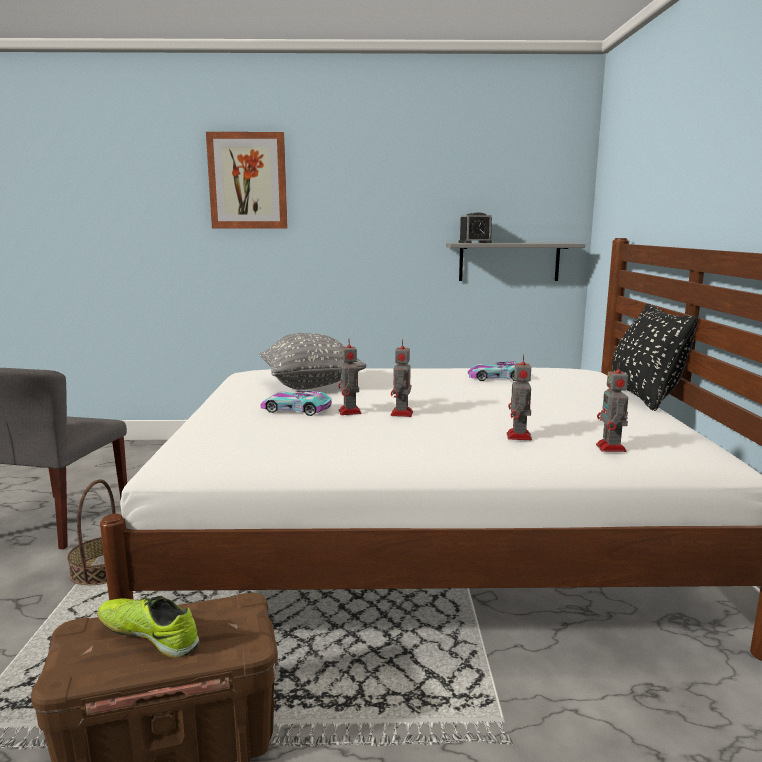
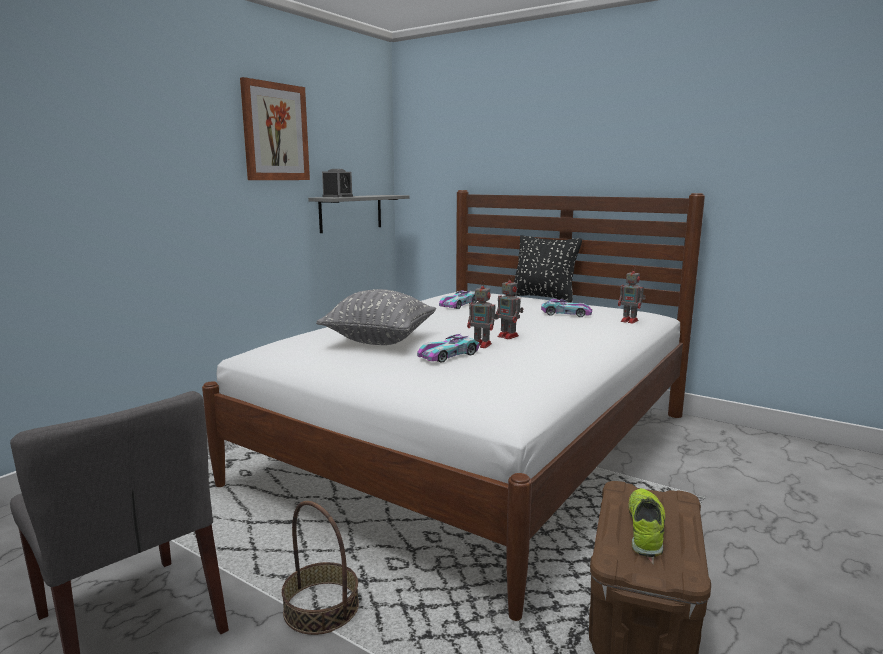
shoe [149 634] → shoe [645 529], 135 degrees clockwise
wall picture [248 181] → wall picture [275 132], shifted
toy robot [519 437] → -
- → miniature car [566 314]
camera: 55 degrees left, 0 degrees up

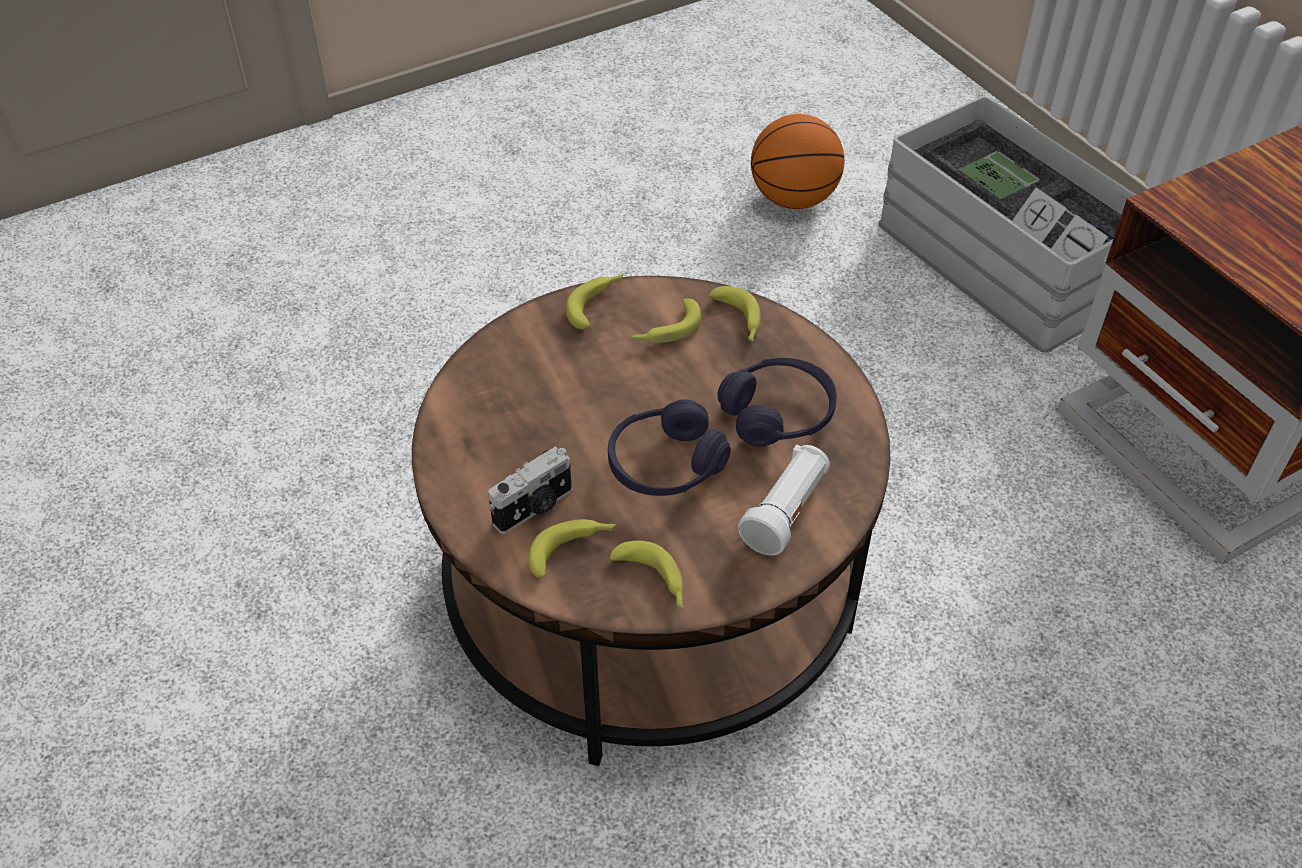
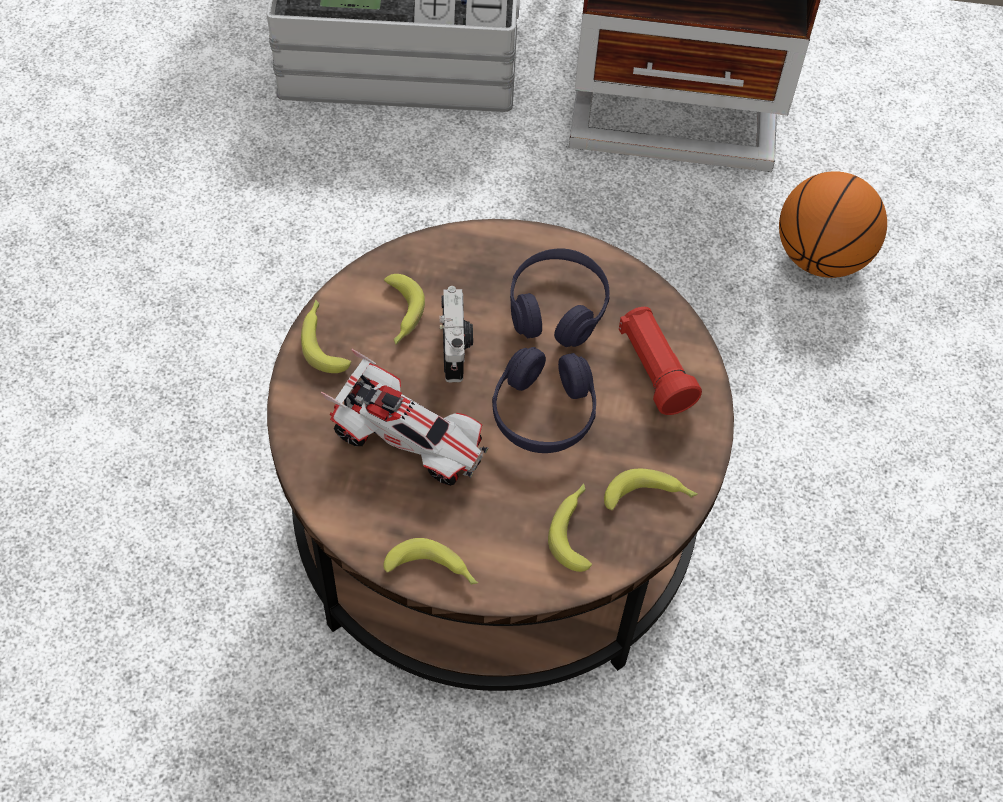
photo camera [535 508] → photo camera [456 347], shifted
whole banana [738 321] → whole banana [433 571], shifted
flashlight in whitish [786 512] → flashlight in red [654 370]
basketball [793 199] → basketball [821 257], shifted
- → miniature car [408 439]
camera: 55 degrees left, 10 degrees up

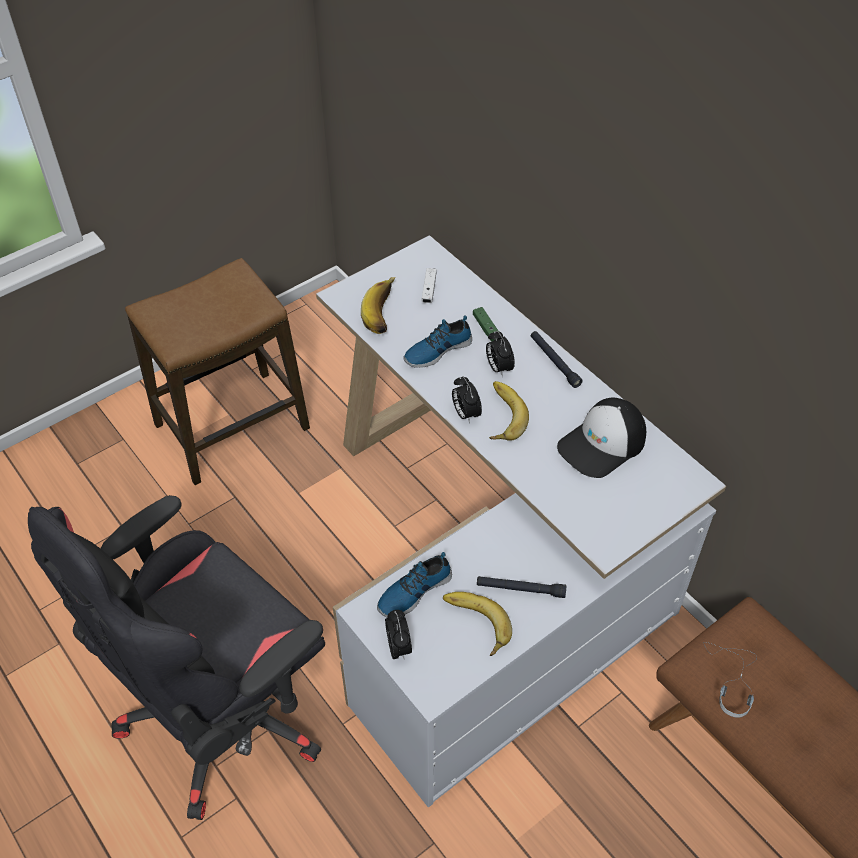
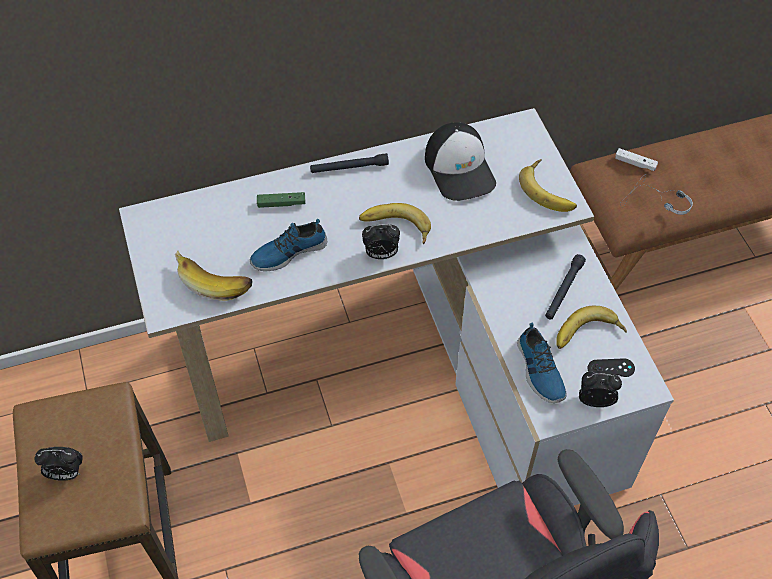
shoe [437 350] → shoe [288 251], 75 degrees clockwise
joypad in whitish [429 290] → joypad in whitish [635 163], shifted
table clock [498 368] → table clock [65 473], shifted
- → whole banana [549 190]
- → joypad in black [611 368]
camera: 70 degrees left, 5 degrees up

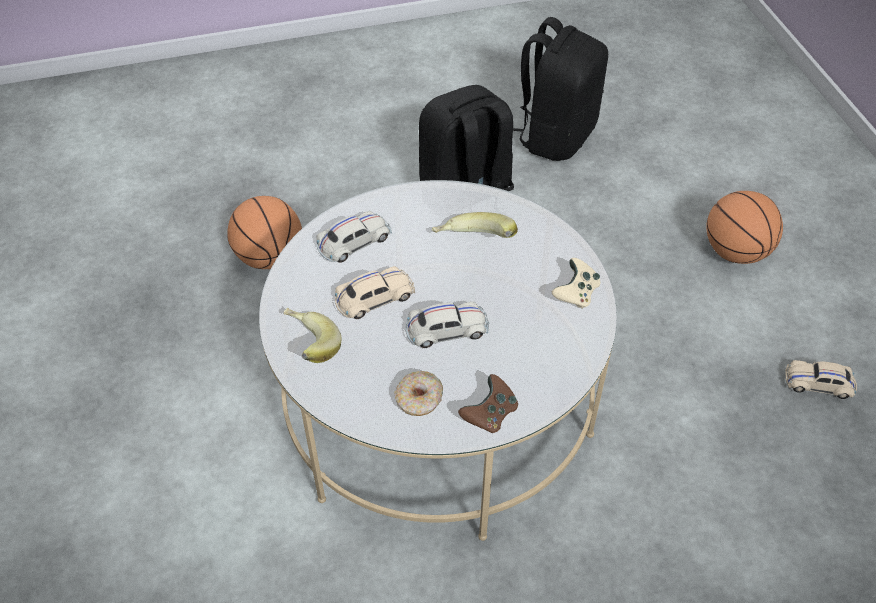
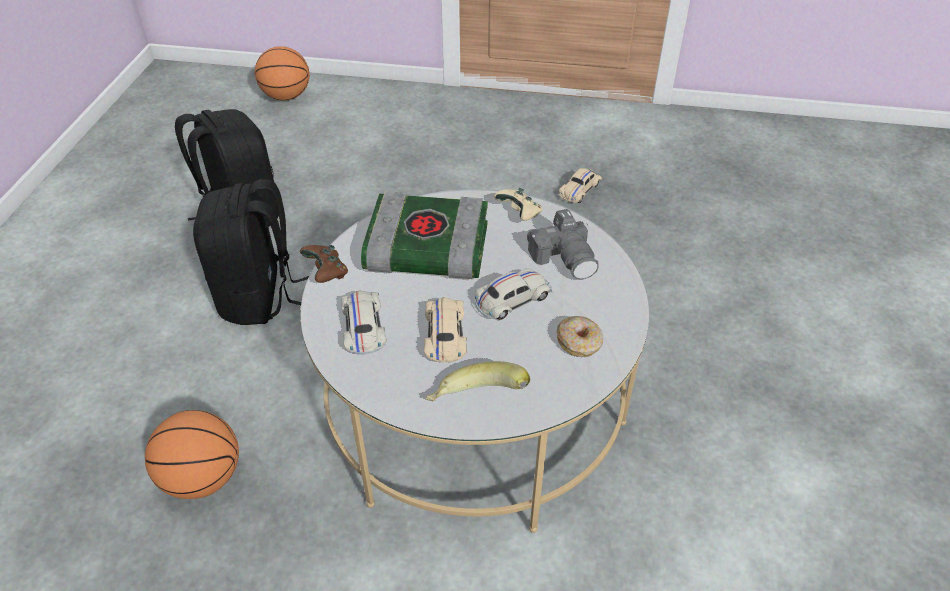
miniature car in whitish [447 330] → miniature car in whitish [512 300], 45 degrees clockwise
whole banana [473 244] → book [425 251]
joypad in brown [490 415] → joypad in brown [326 273], shifted
basketball [735 252] → basketball [286 97], shifted
- → photo camera [565 258]
camera: 65 degrees left, 5 degrees down

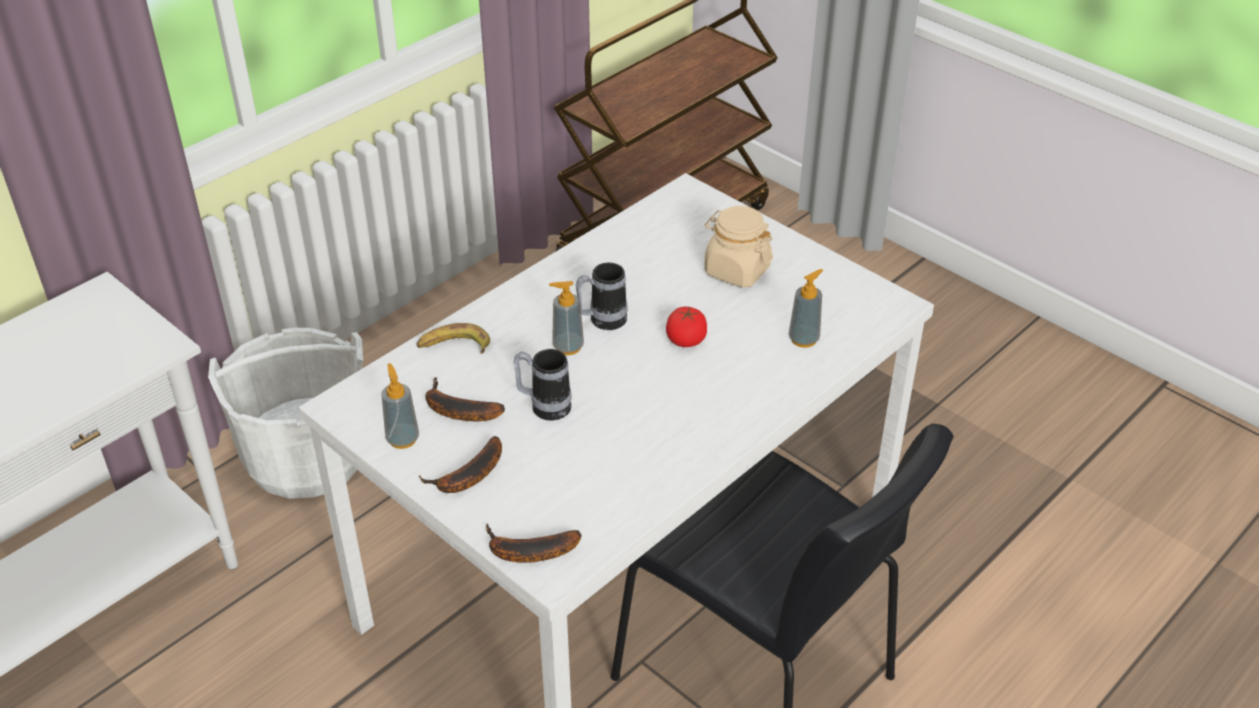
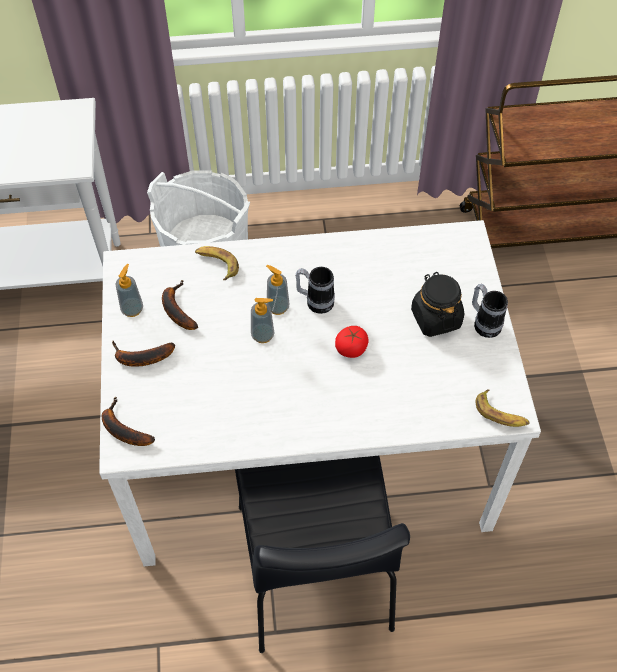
tea mug [544 406] → tea mug [484 323], shifted
preserve jar in sand-coloured [736 270] → preserve jar in black [435 318]
liquid soap bottle [803 339] → liquid soap bottle [263 335], shifted
- → whole banana [501 414]
camera: 40 degrees right, 15 degrees up

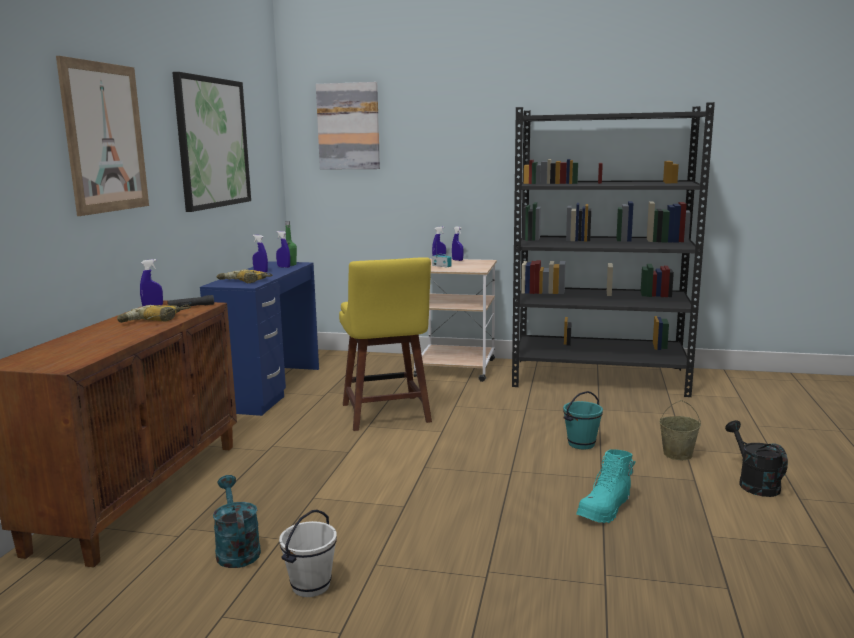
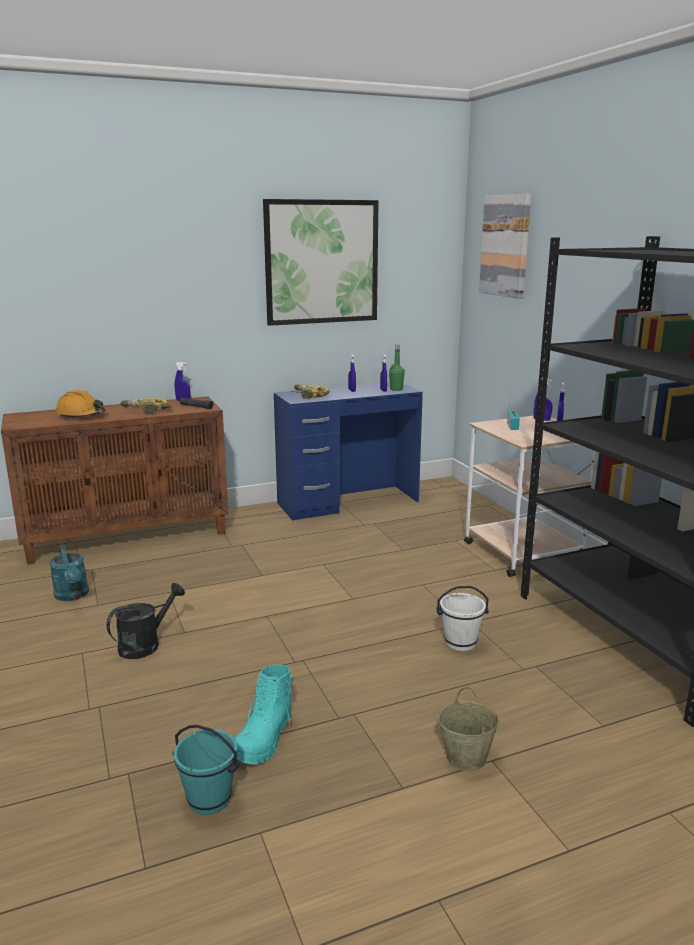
wall picture [105 138] → -
watering can in turquoise-coloured [236 550] → watering can in turquoise-coloured [72 596], 120 degrees clockwise
water bucket in whitish [311 586] → water bucket in whitish [460 643], shifted
stool seat in yellowish [386 414] → -
water bucket in turquoise-coloured [581 444] → water bucket in turquoise-coloured [210 799], shifted
boot in turquoise-coloured [605 509] → boot in turquoise-coloured [264 739], 75 degrees counterclockwise
watering can in black [754 483] → watering can in black [145 644], shifted
- → work helmet in orange-coloured [81 415]
camera: 55 degrees right, 5 degrees up

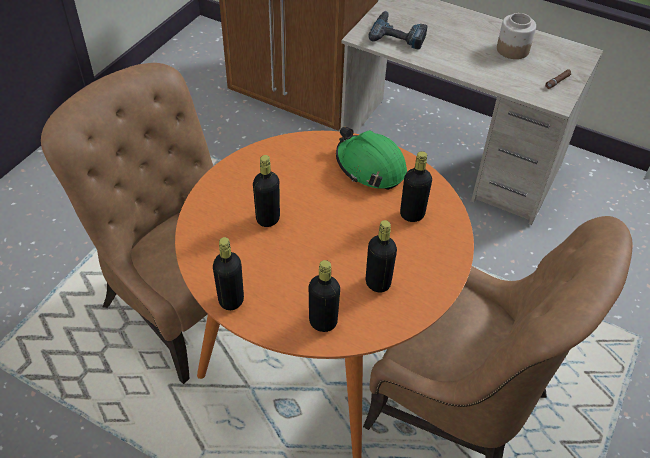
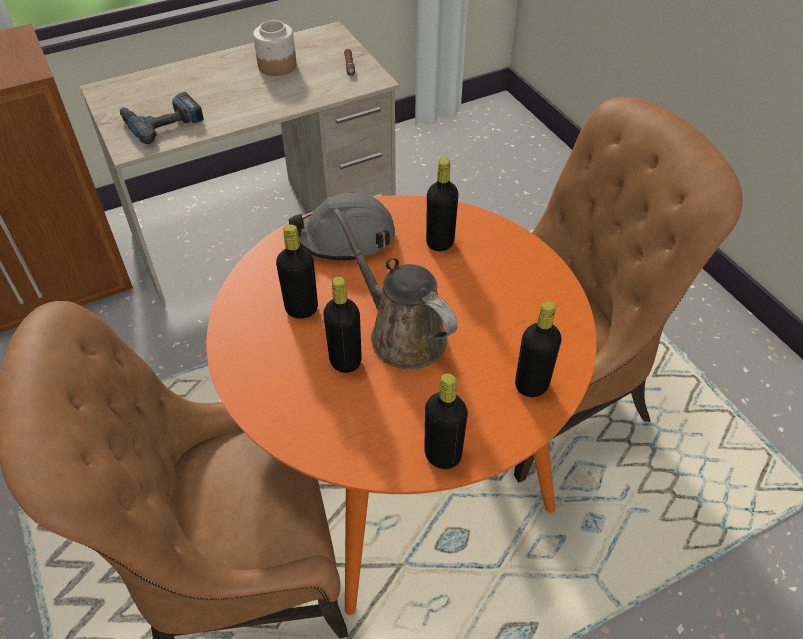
work helmet in green-coloured [370 167] → work helmet in gray [345 238]
bottle in black [378 283] → bottle in black [301 309], shifted
- → watering can in brown [402 333]
camera: 55 degrees left, 0 degrees up

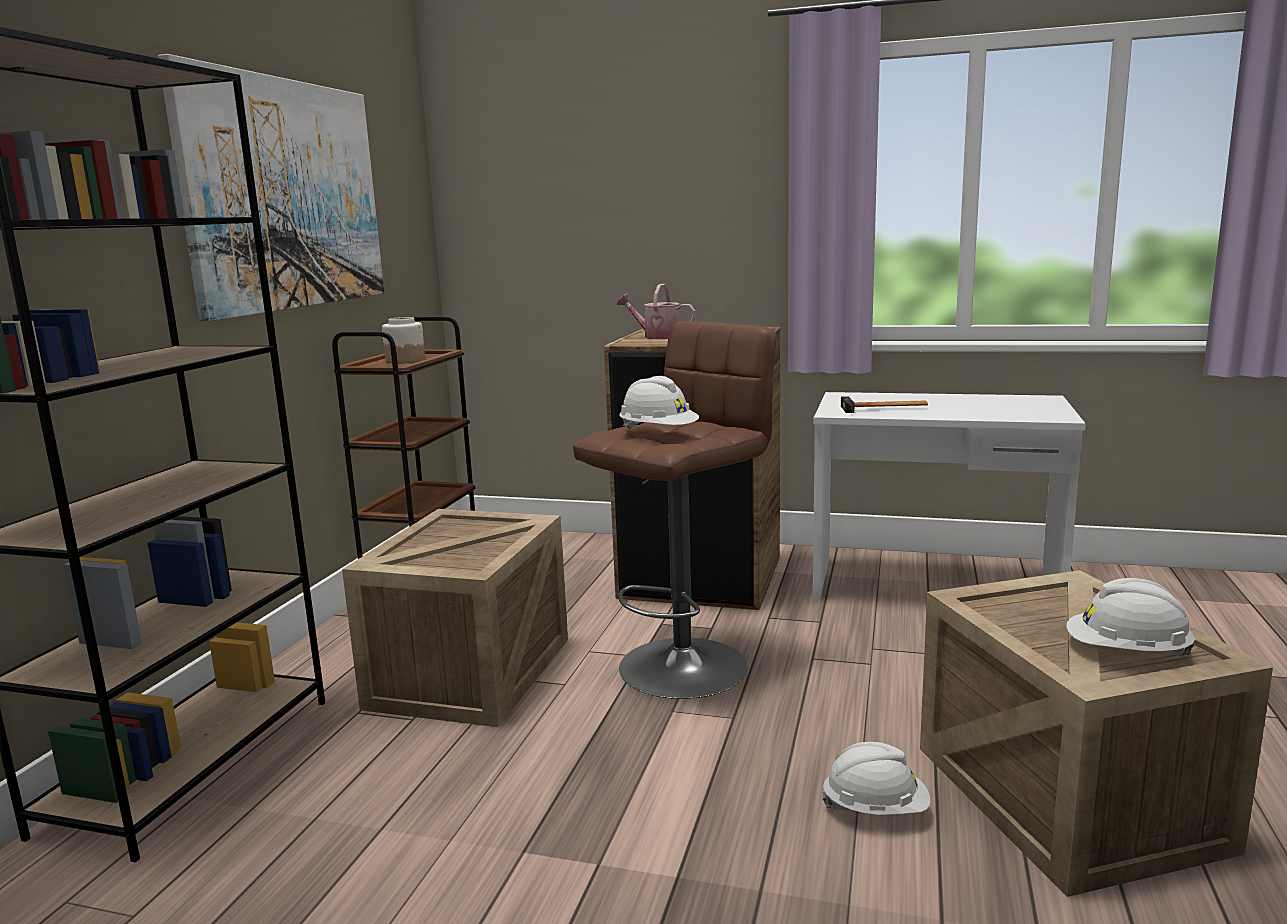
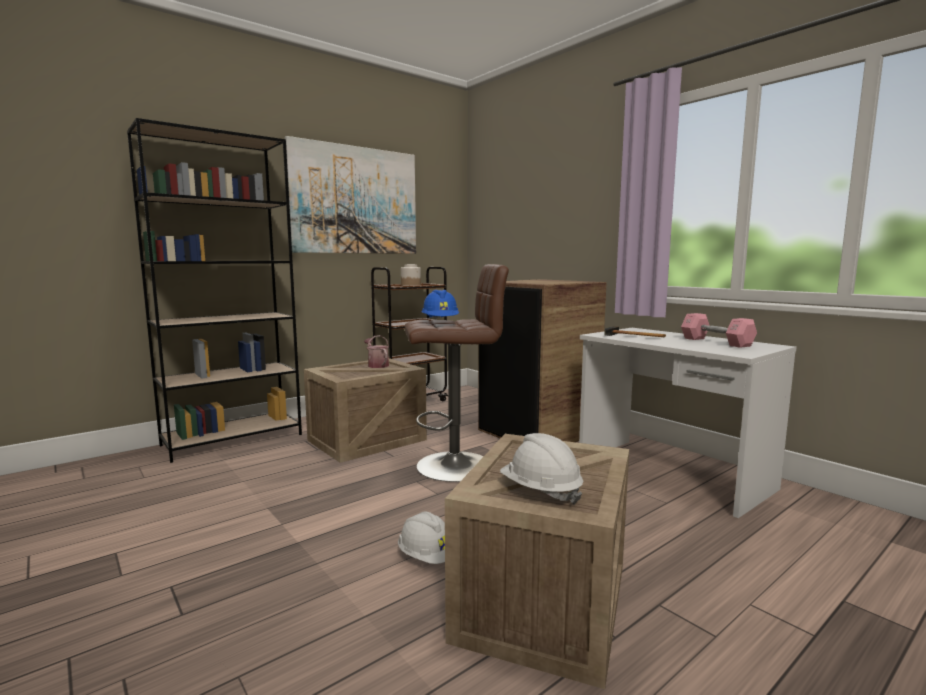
watering can [657 336] → watering can [377 365], shifted
work helmet in whitish [658 433] → work helmet in blue [440 322]
- → dumbbell in pink [716 342]
camera: 35 degrees right, 5 degrees down

